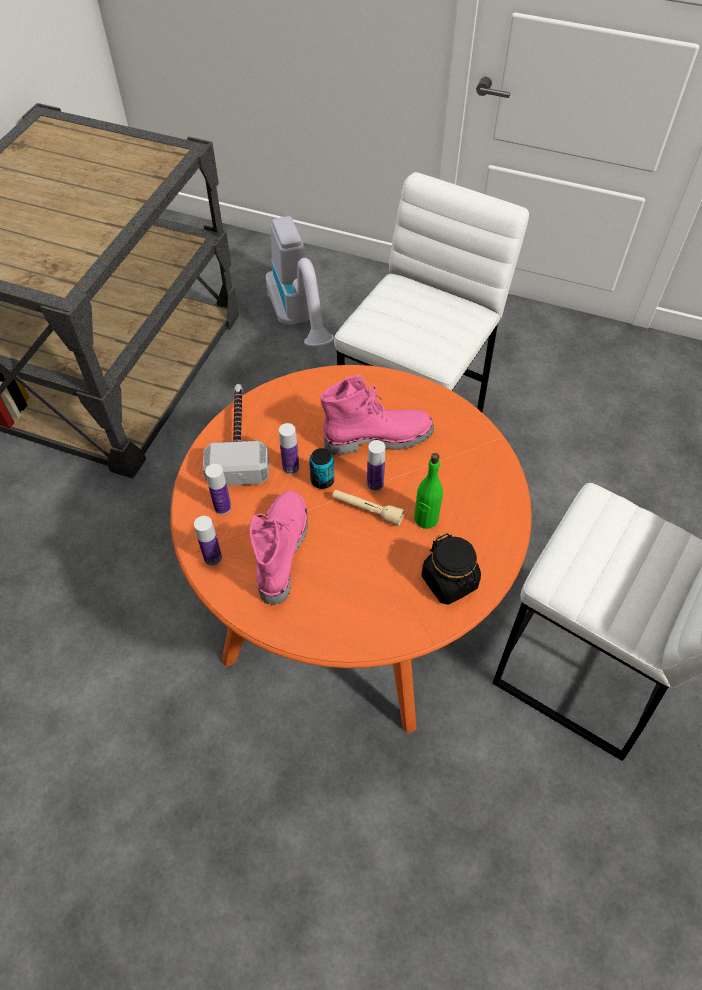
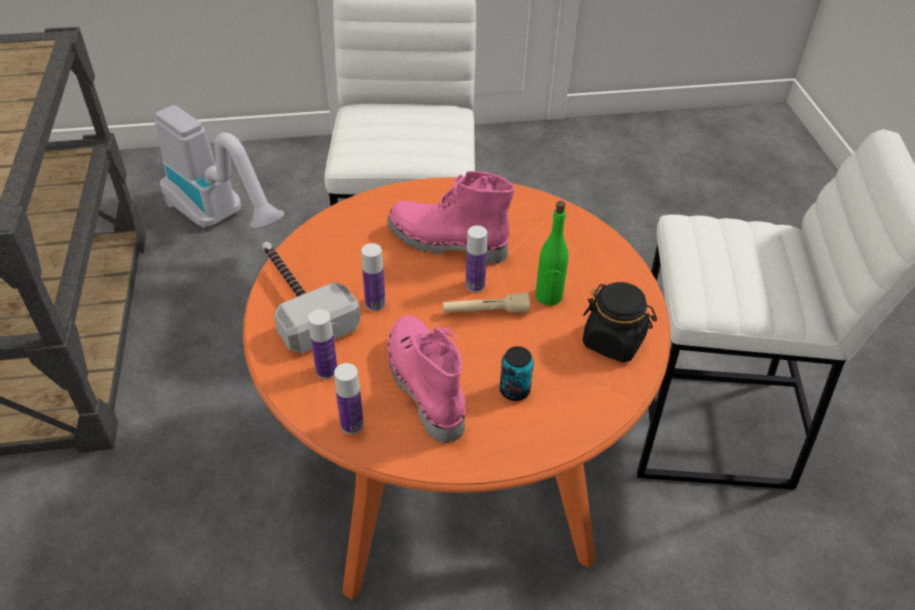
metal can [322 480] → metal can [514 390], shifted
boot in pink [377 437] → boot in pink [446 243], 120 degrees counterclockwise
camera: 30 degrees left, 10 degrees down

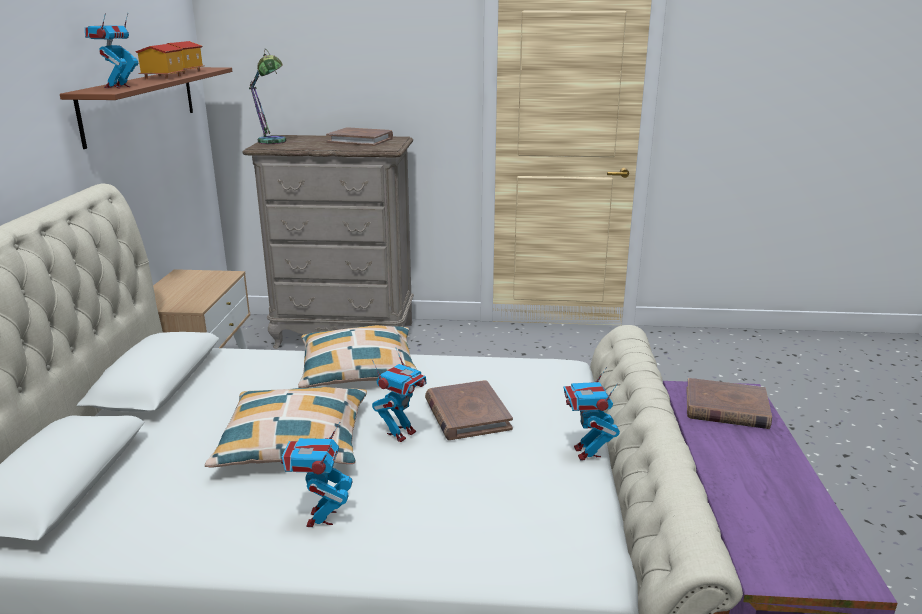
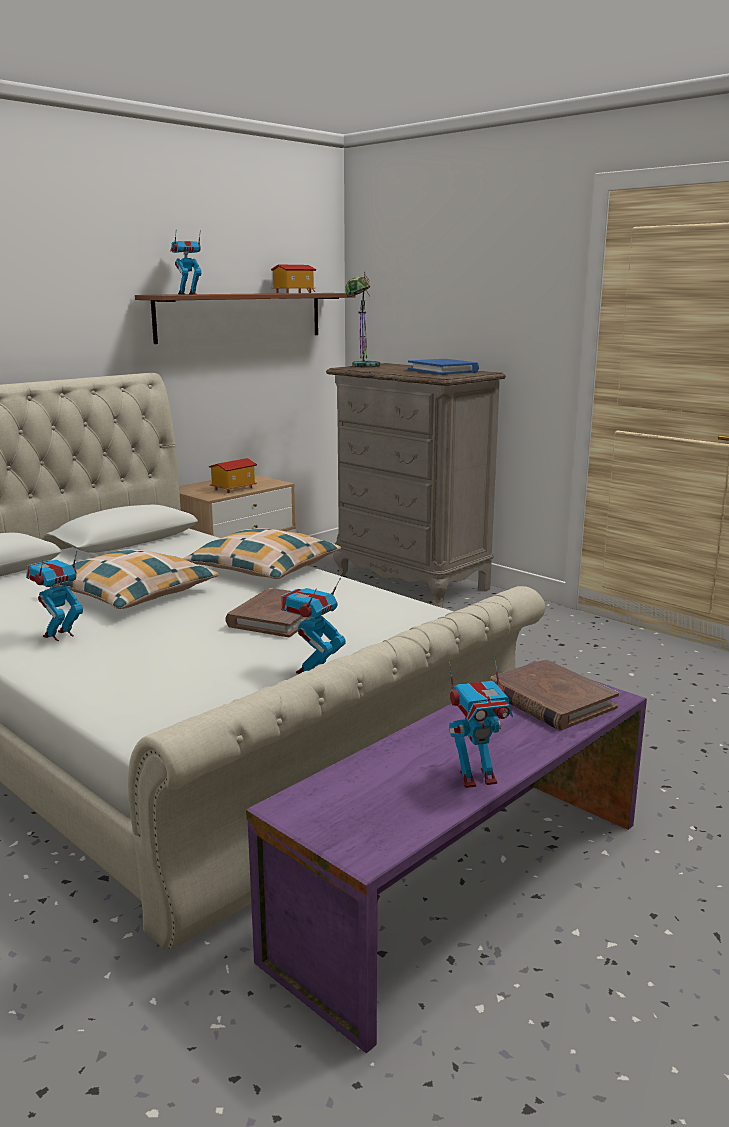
model house [163 77] → model house [233 488], shifted
book in brown [360 140] → book in blue [443 371]
toy robot [401 433] → toy robot [476 778], shifted
camera: 40 degrees right, 5 degrees down

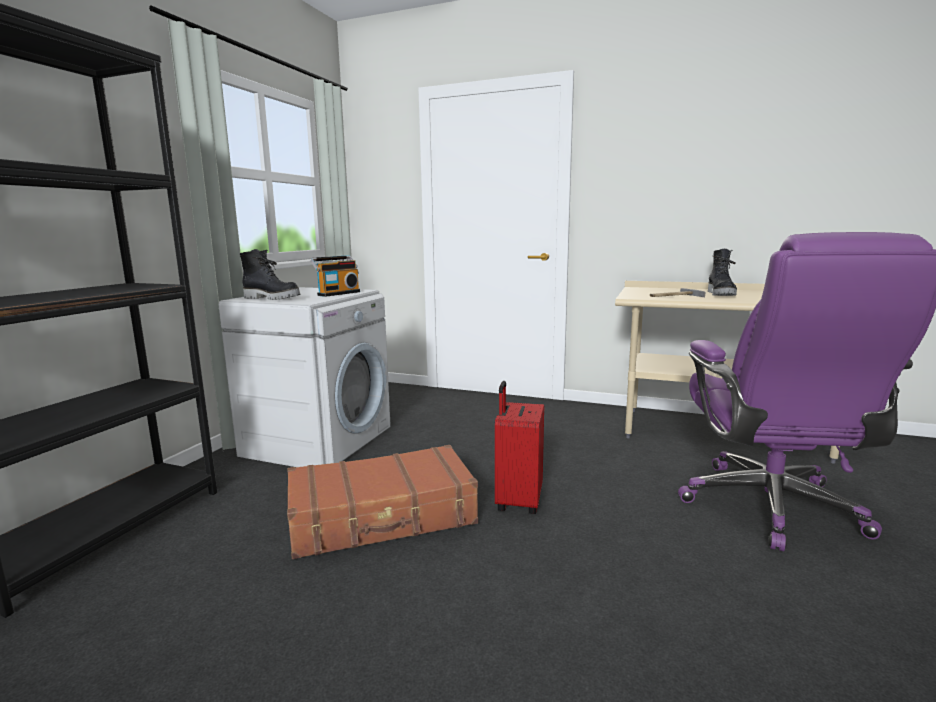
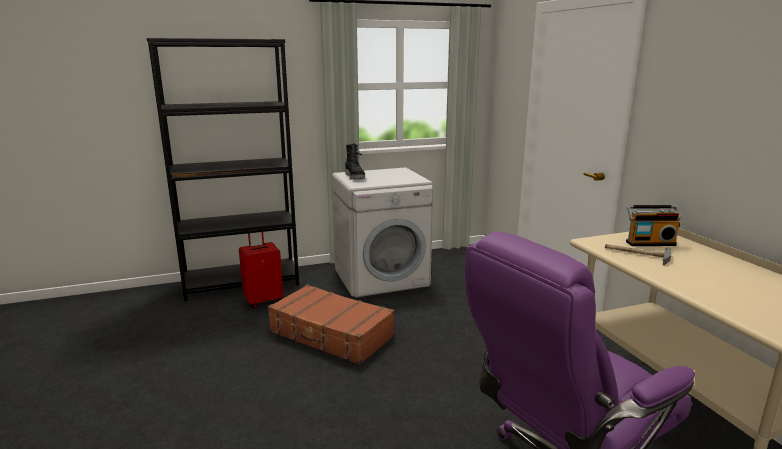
radio set [337 293] → radio set [649 243], shifted
travel case in red [517 501] → travel case in red [264 301], shifted
boot in black [721 294] → -
camera: 50 degrees right, 5 degrees up

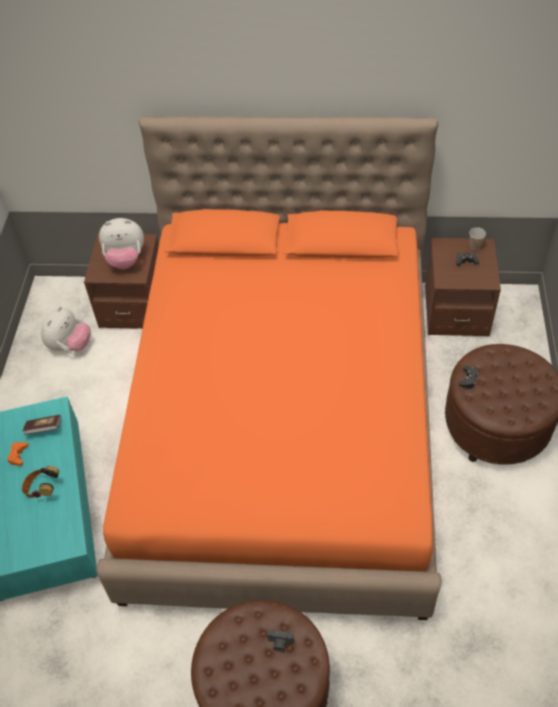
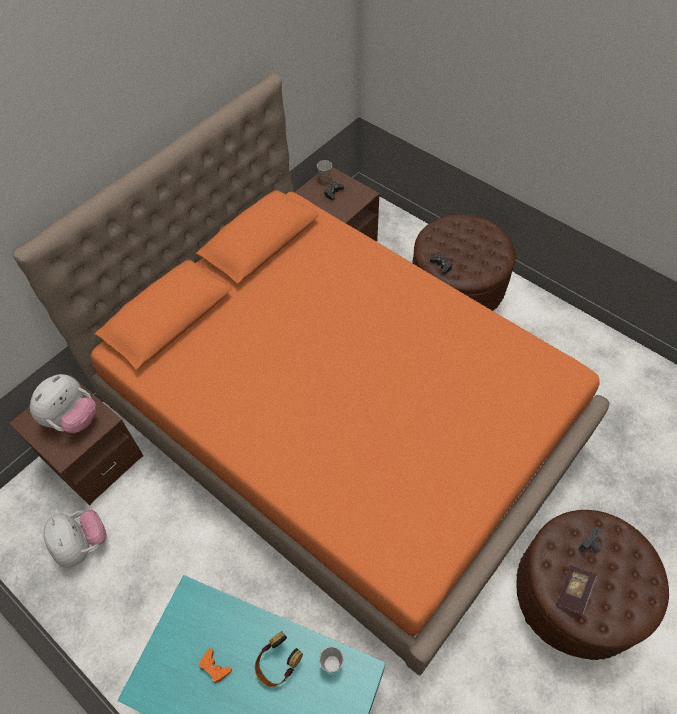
book [44 429] → book [574 592], shifted
- → small cup [332 664]
camera: 55 degrees left, 5 degrees up

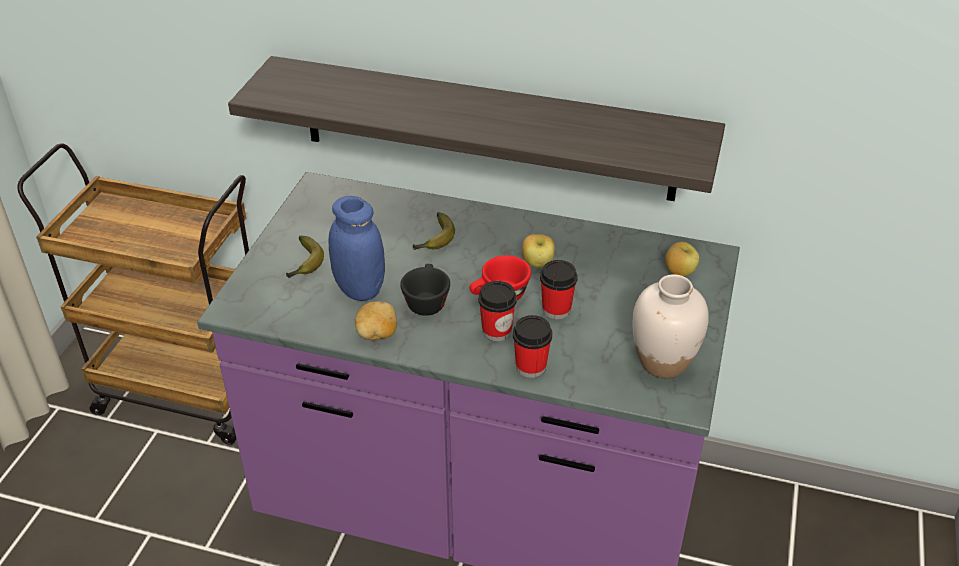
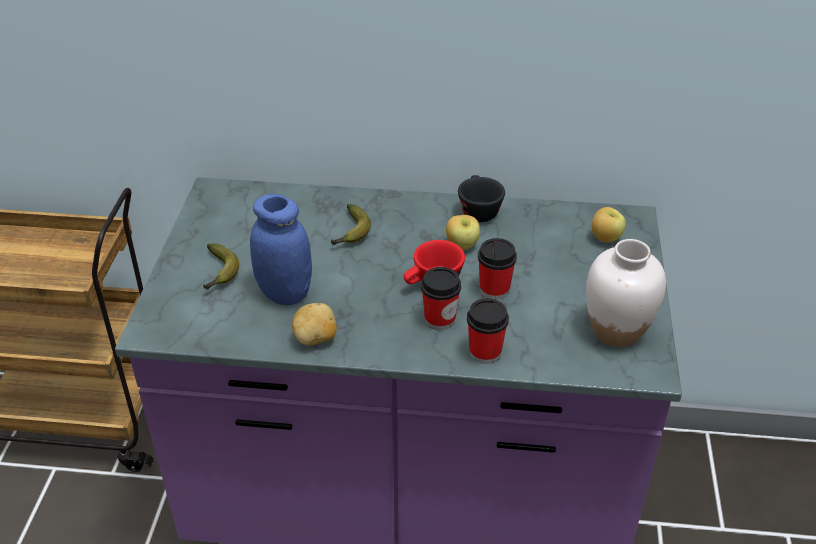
bracket shelf [487 129] → -
small cup in black [426 301] → small cup in black [478 210], shifted
camera: 10 degrees left, 0 degrees up

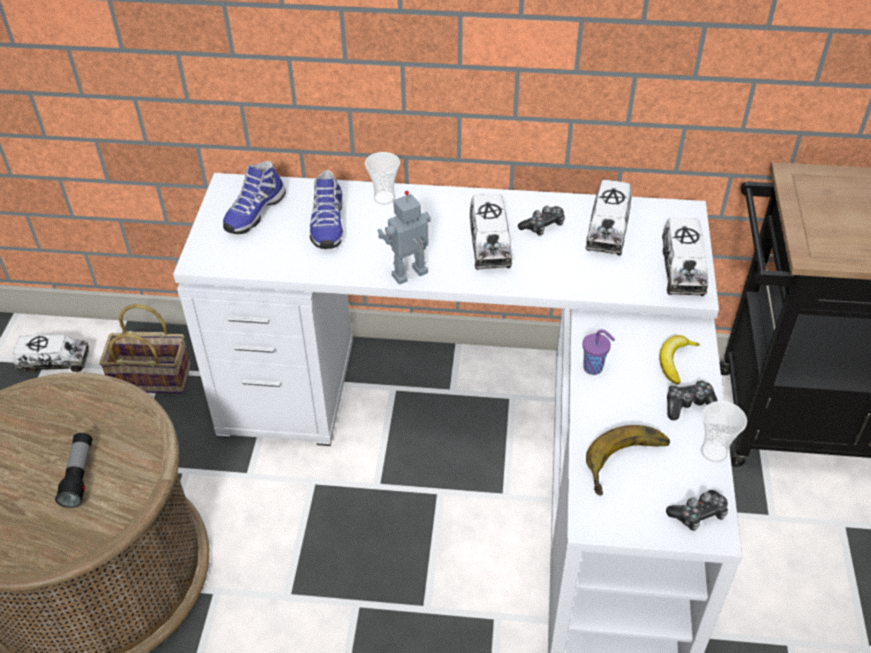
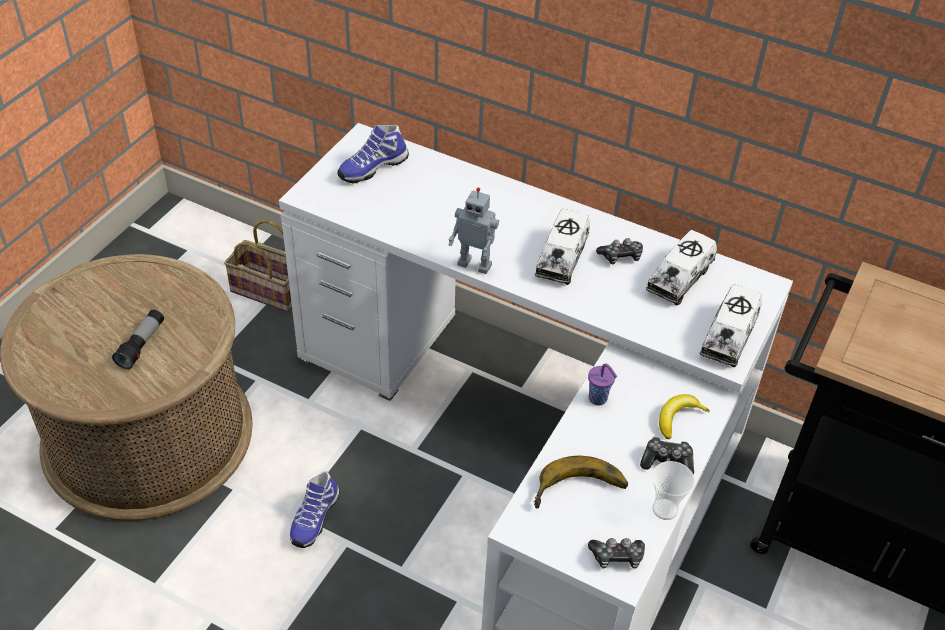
toy truck [54 361] → -
shoe [327 225] → shoe [313 518], shifted
small cup [384 198] → -
toy robot [410 276] → toy robot [475 264], 150 degrees counterclockwise
camera: 20 degrees right, 0 degrees up

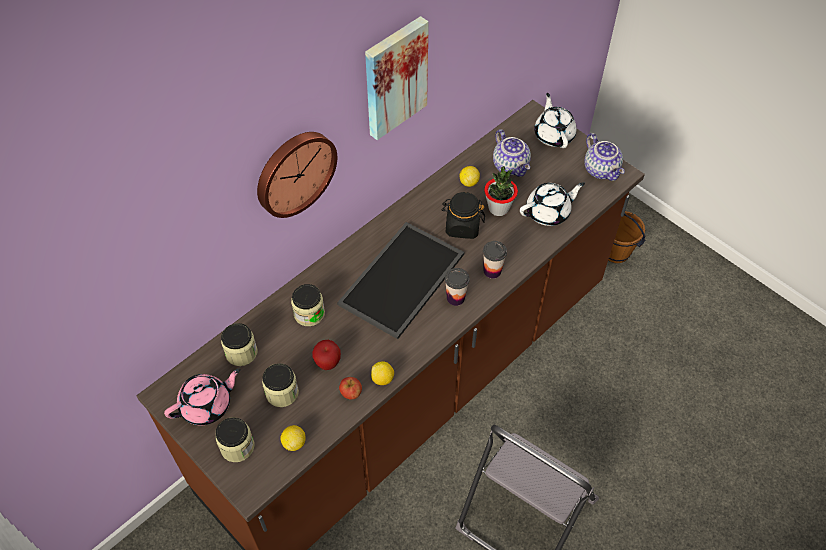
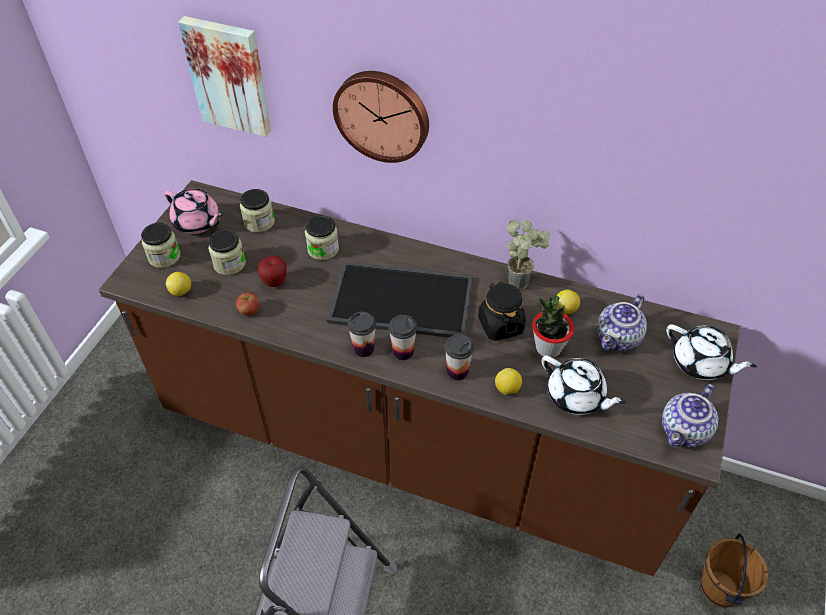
wall picture [394 77] → wall picture [229 75], shifted
lemon [382 379] → lemon [507 389], shifted
pot for tea in whitish [554 135] → pot for tea in whitish [700 364], 75 degrees clockwise
- → small cup [363 348]
- → houseplant [522 280]
camera: 65 degrees right, 5 degrees down

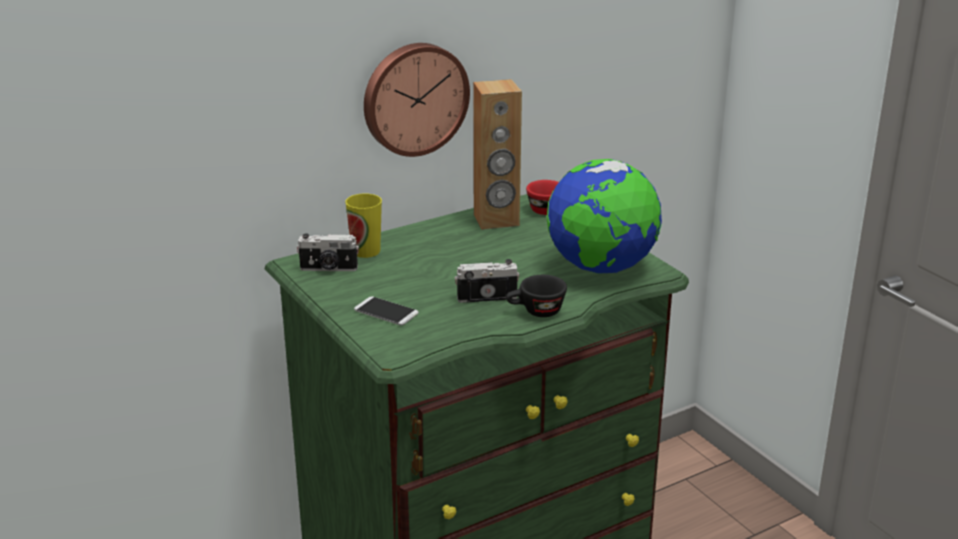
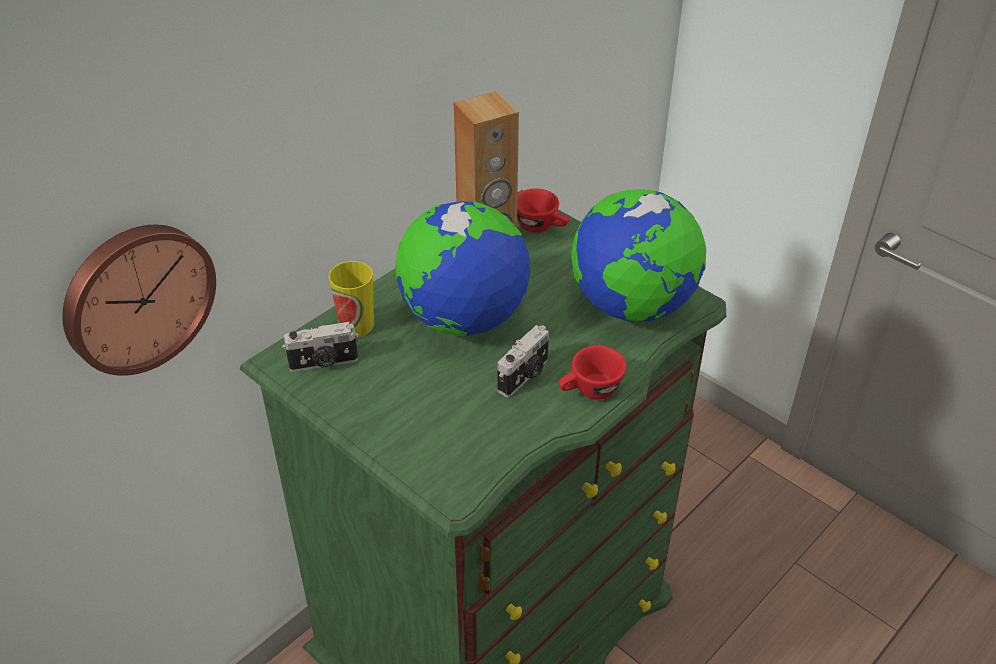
handset [386 312] → -
wall clock [414 98] → wall clock [137 296], shifted
photo camera [486 296] → photo camera [525 376], 150 degrees clockwise
small cup in black [536 312] → small cup in red [590 391]
- → globe [463 319]
camera: 15 degrees left, 15 degrees up

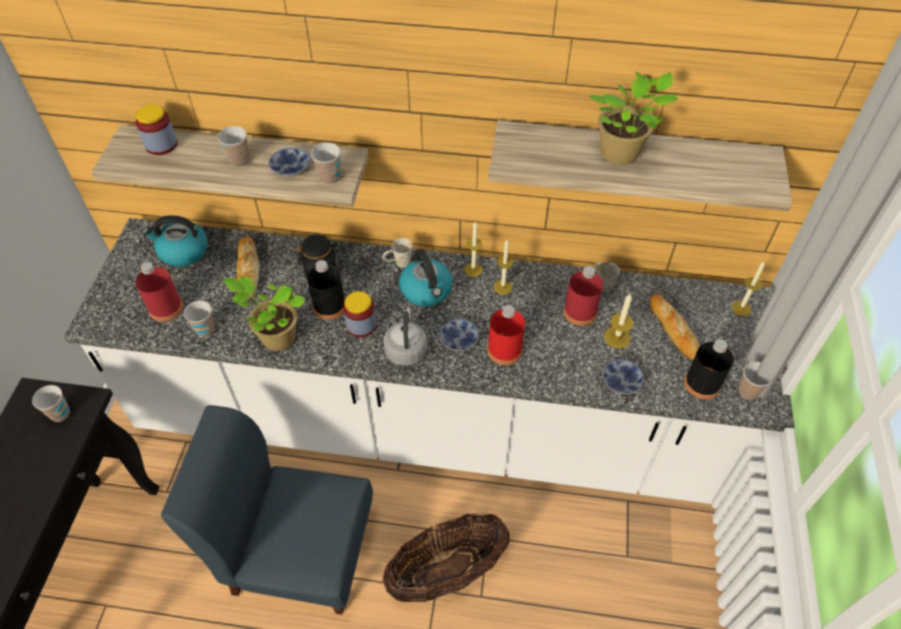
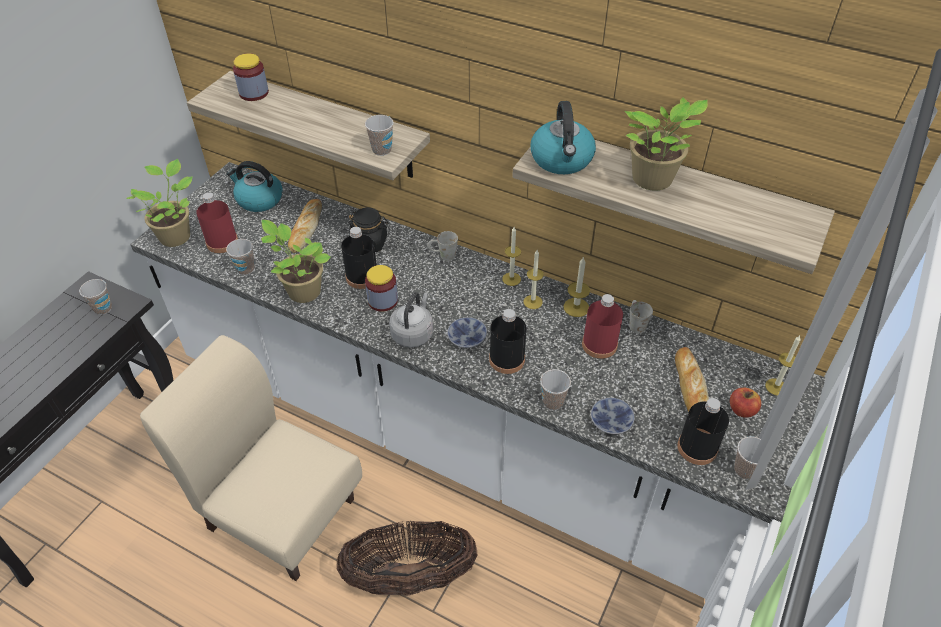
plain chair in blue [298 553] → plain chair in sand-coloured [281 512]
small cup [239 161] → small cup [553 402], shifted
deep dish [292 168] → -
water kettle [426 291] → water kettle [562 160], shifted
bottle in red [504 350] → bottle in black [507 359]
wax candle [617 337] → wax candle [576 307], shifted
- → houseplant [176 235]
- → whole apple [741 410]
camera: 20 degrees right, 5 degrees down

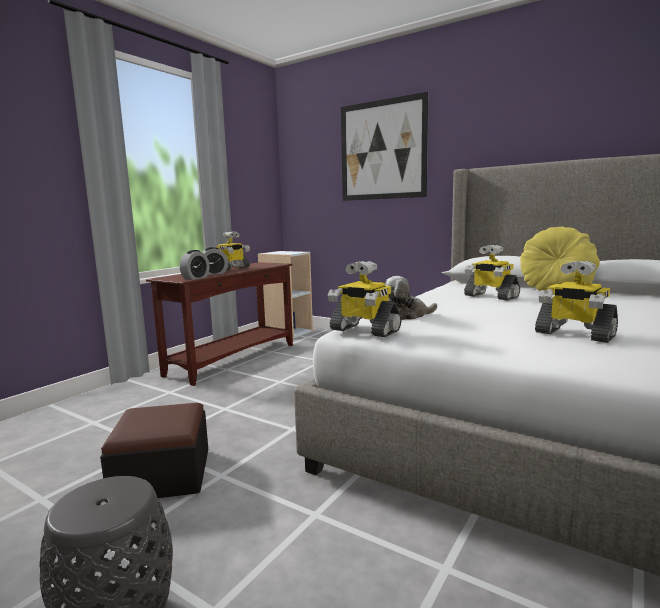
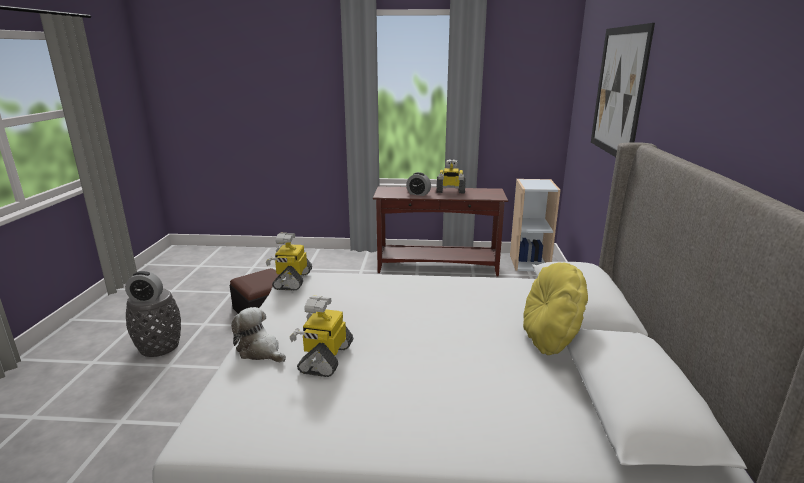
table clock [195 278] → table clock [146 298], shifted
soft toy [407 316] → soft toy [260 351], shifted
toy robot [490 296] → -
camera: 60 degrees right, 10 degrees up

